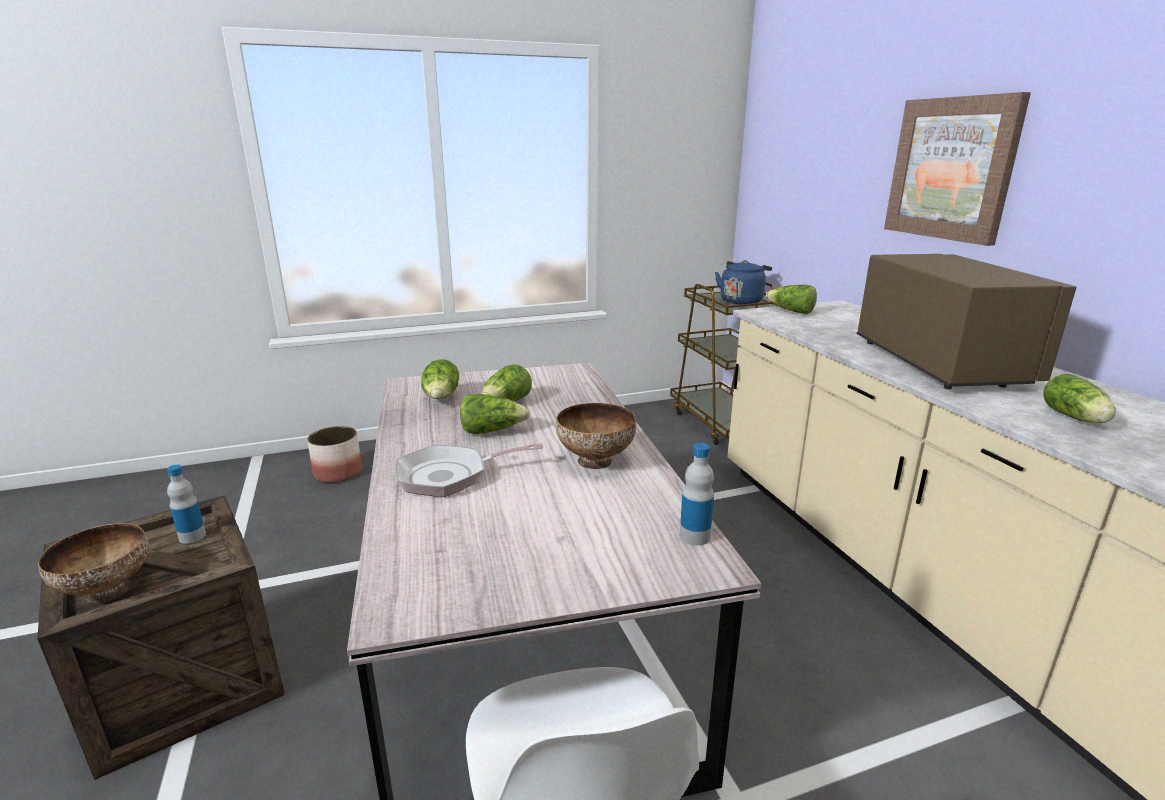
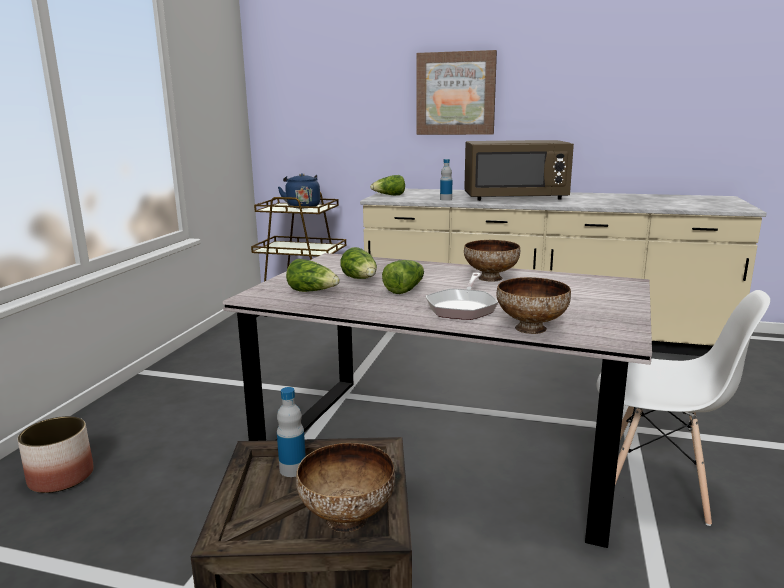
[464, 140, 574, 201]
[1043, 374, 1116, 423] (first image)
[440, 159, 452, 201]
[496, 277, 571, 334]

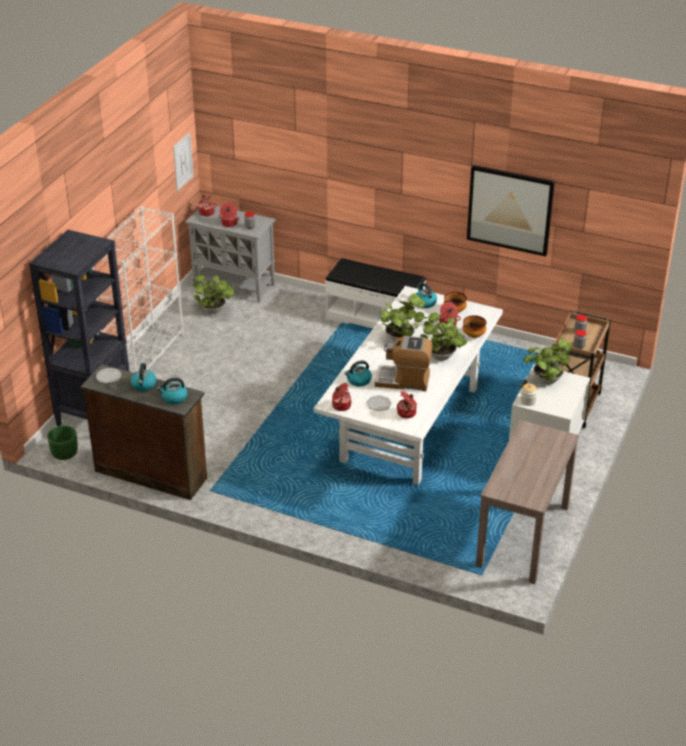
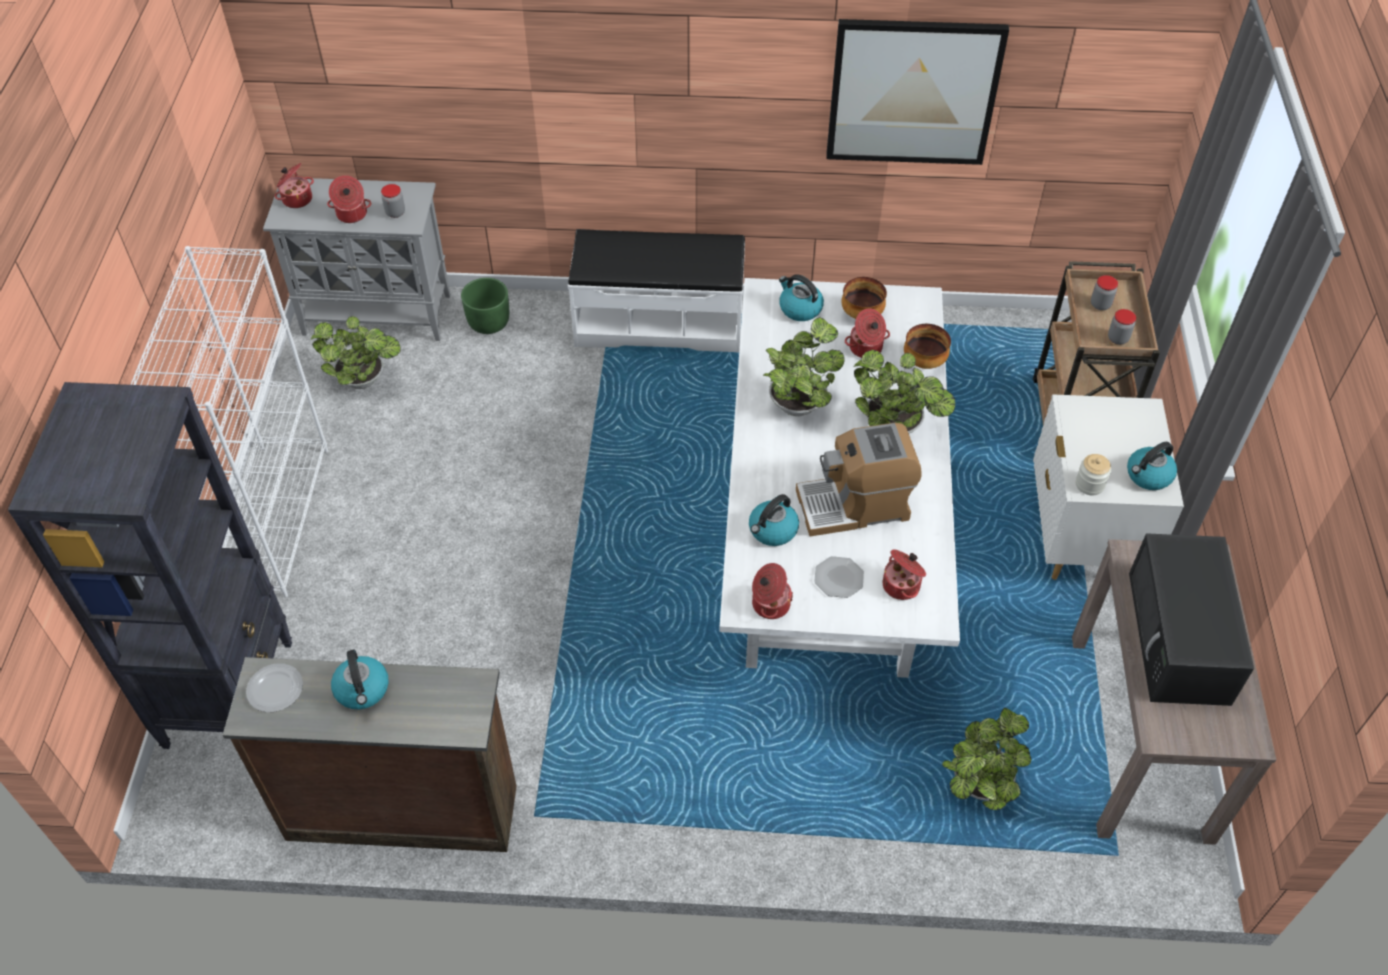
[173, 132, 193, 191] (first image)
[942, 708, 1031, 810]
[1127, 442, 1177, 490]
[461, 278, 509, 334]
[1129, 533, 1254, 706]

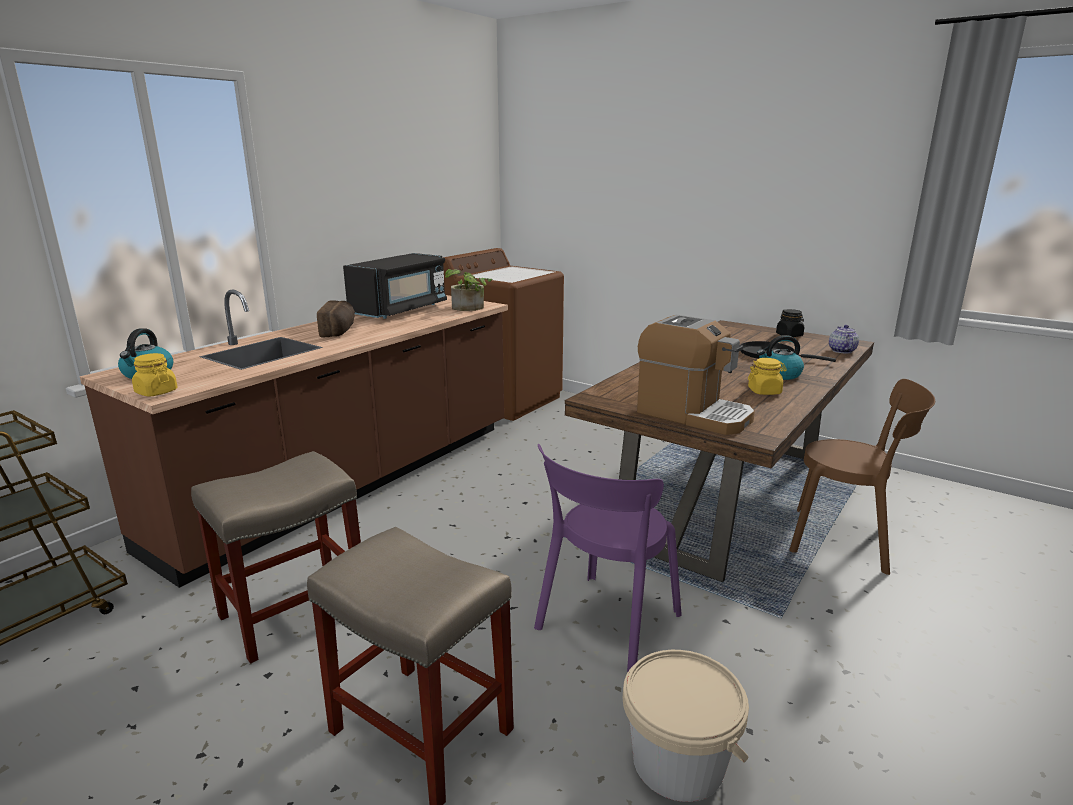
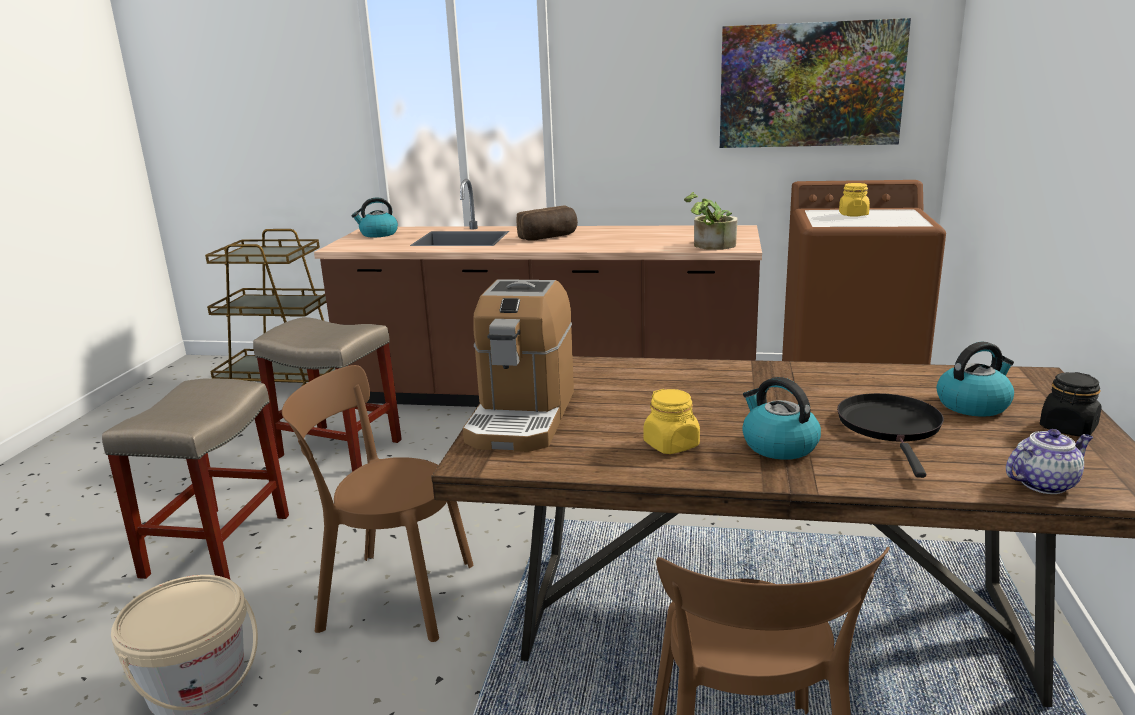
[343, 253, 447, 319] (first image)
[839, 183, 870, 217]
[282, 365, 473, 642]
[720, 18, 911, 148]
[936, 342, 1014, 417]

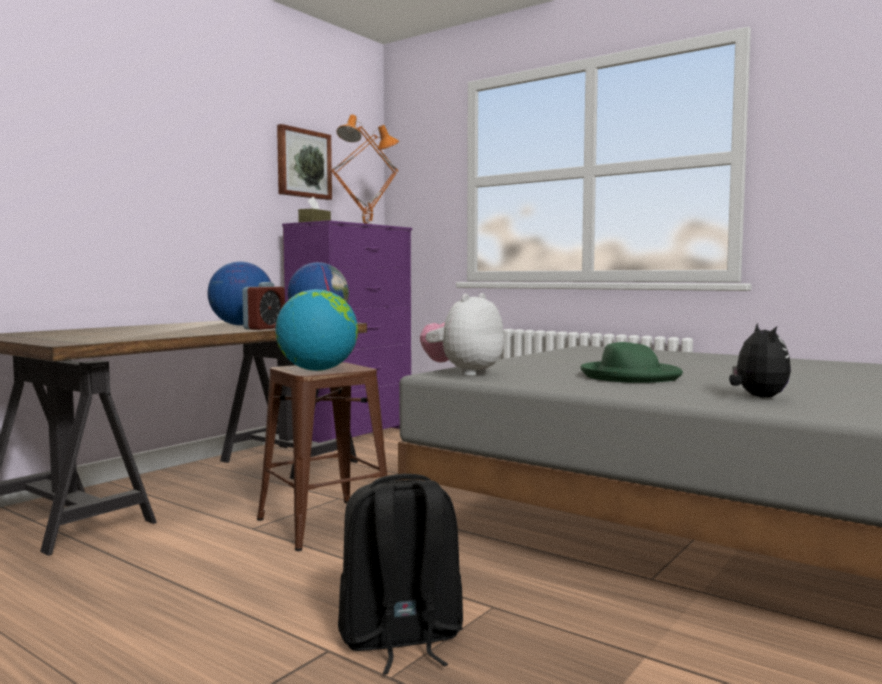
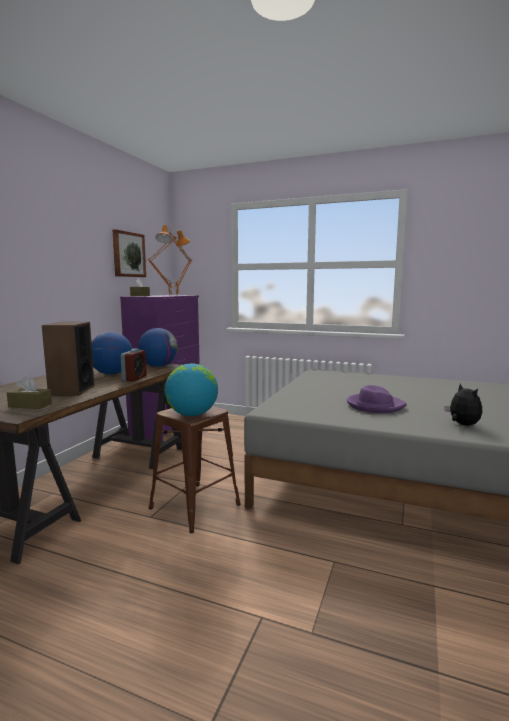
[420, 293, 504, 376] (first image)
[347, 385, 407, 413]
[338, 474, 463, 674] (first image)
[42, 322, 94, 395]
[7, 376, 52, 409]

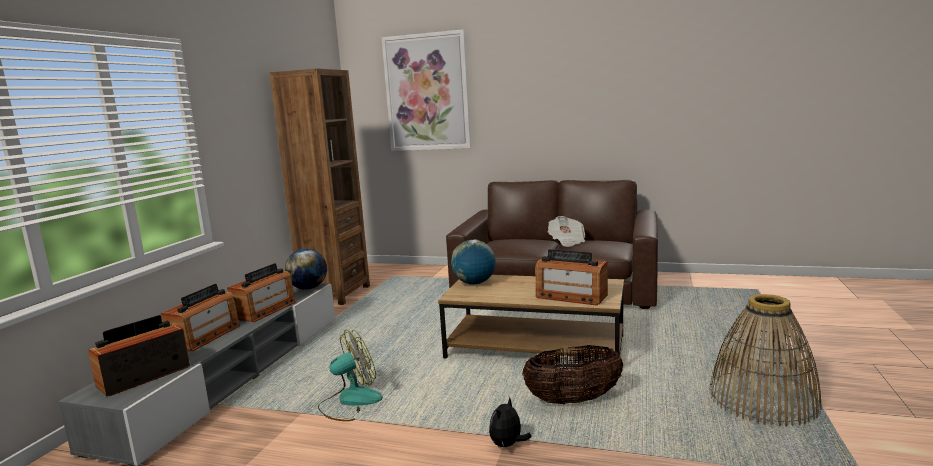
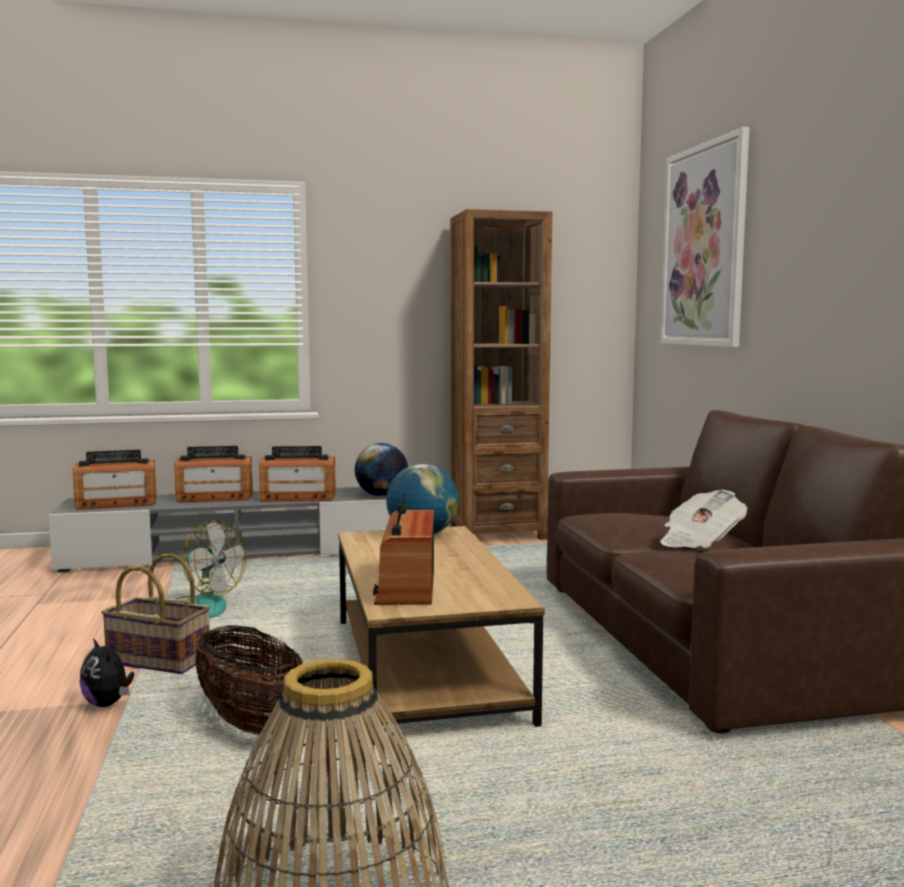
[73, 450, 157, 510]
[80, 638, 134, 707]
[101, 553, 210, 674]

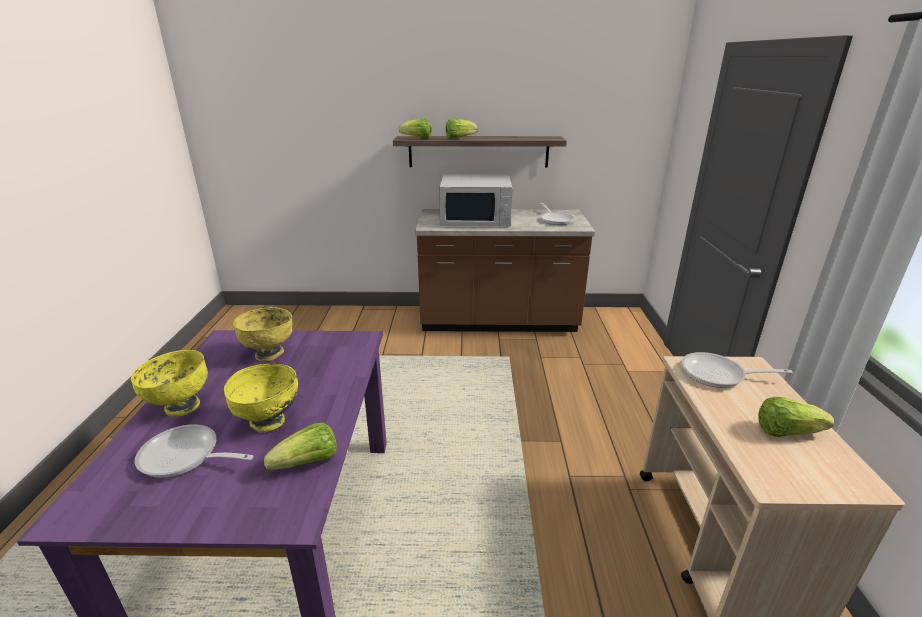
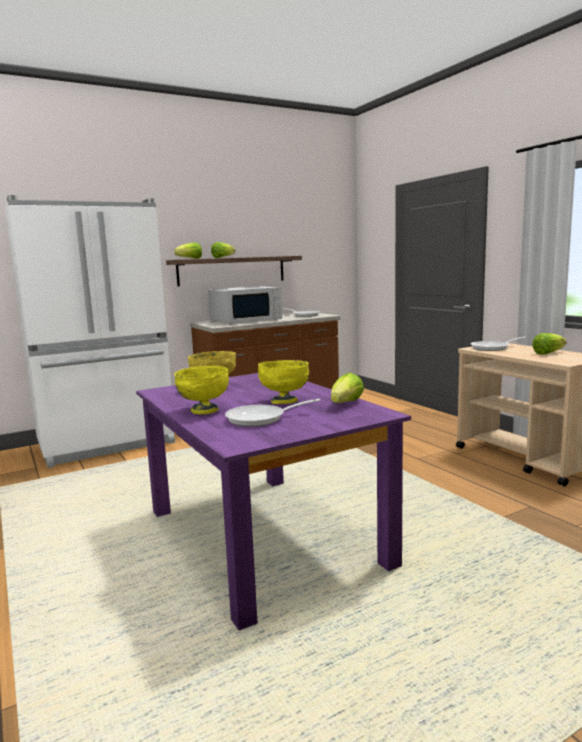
[5, 195, 175, 468]

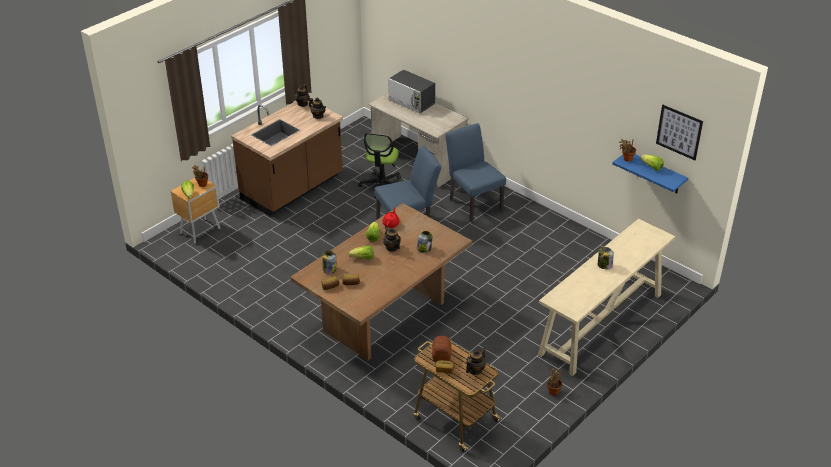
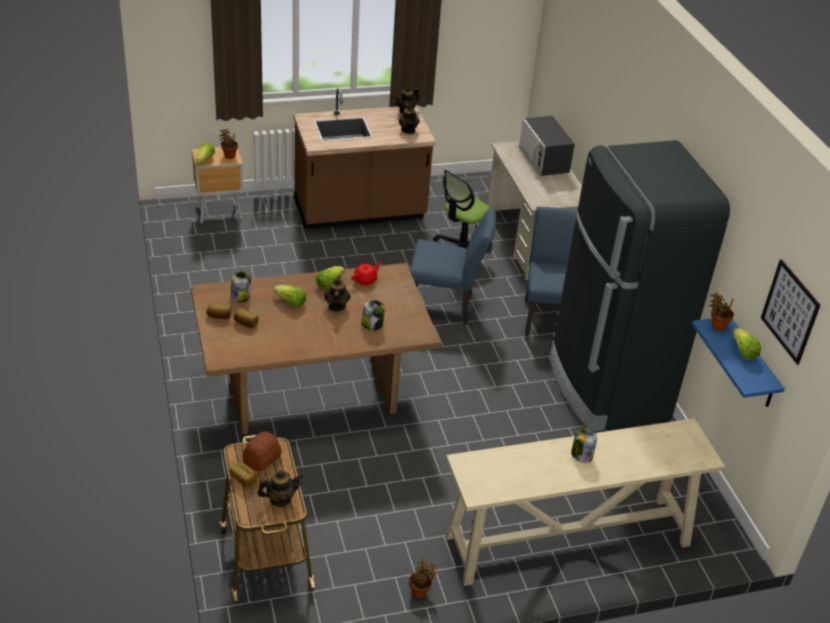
[550, 140, 730, 432]

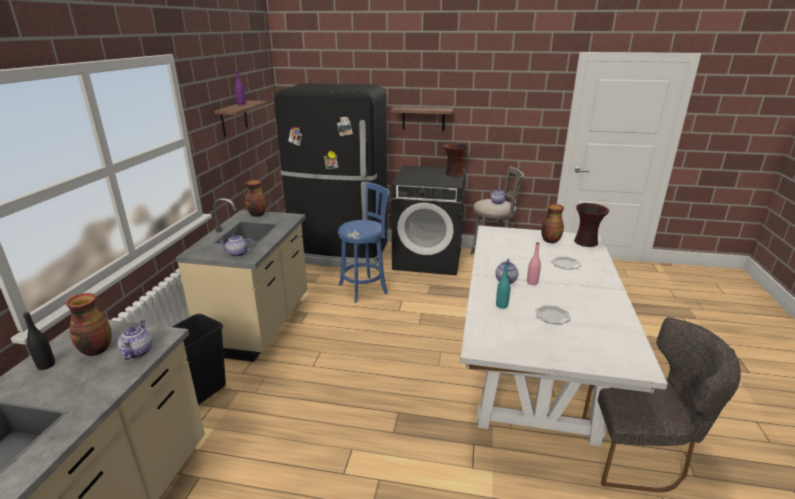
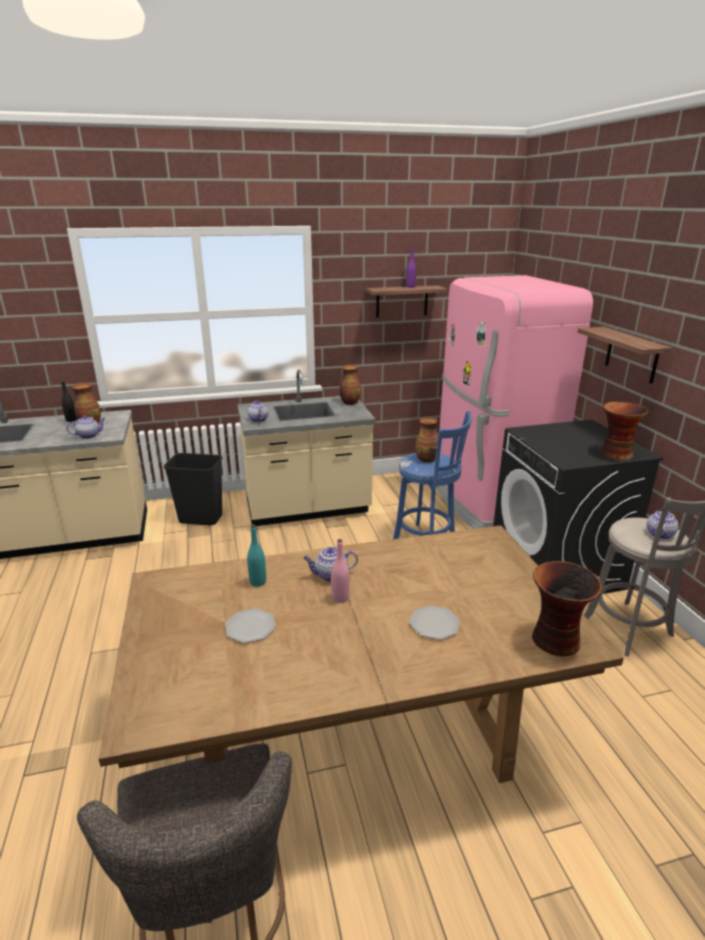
[436, 275, 593, 529]
[416, 417, 438, 463]
[99, 525, 624, 783]

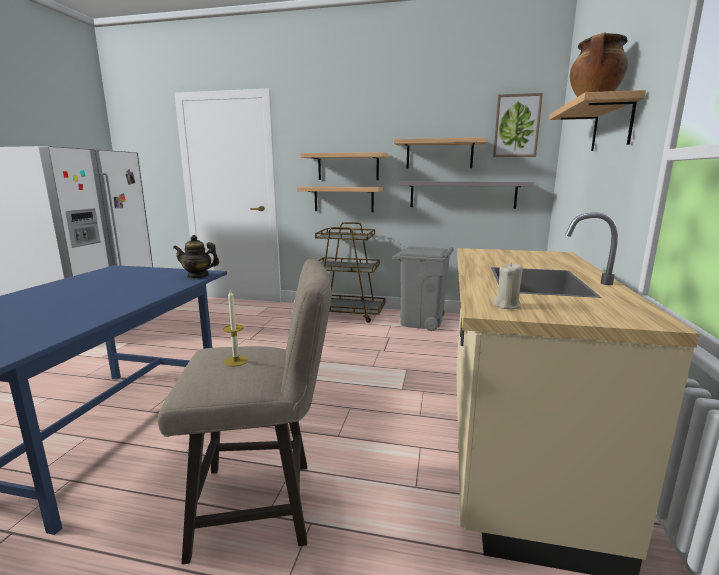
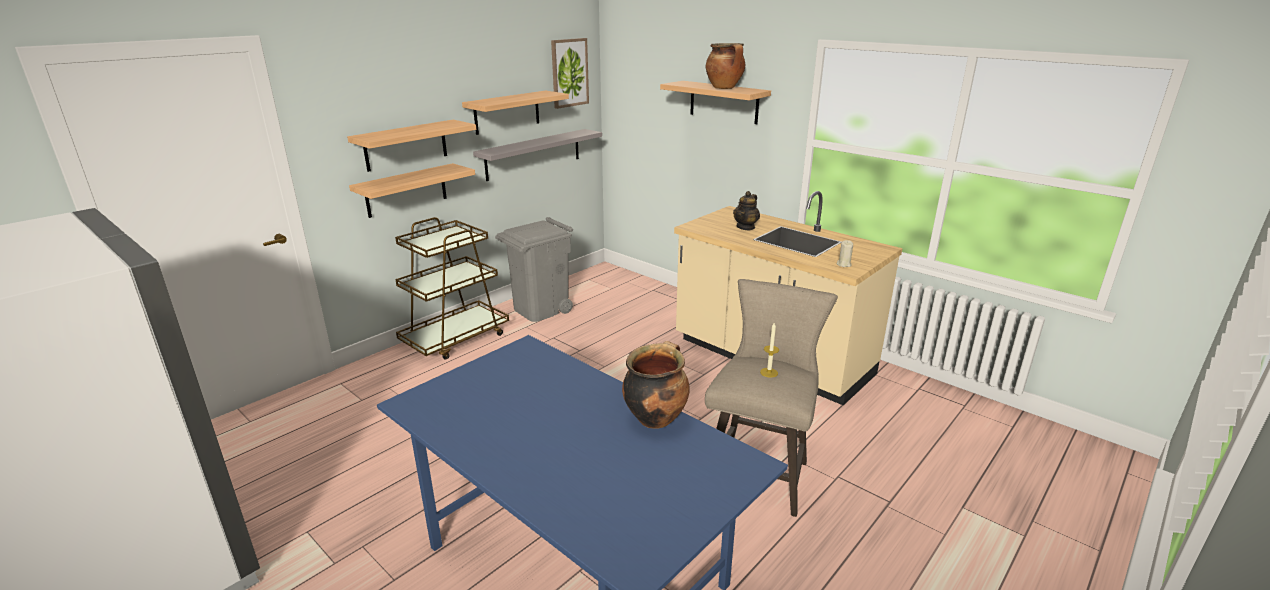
[733, 191, 760, 230]
[622, 341, 690, 429]

